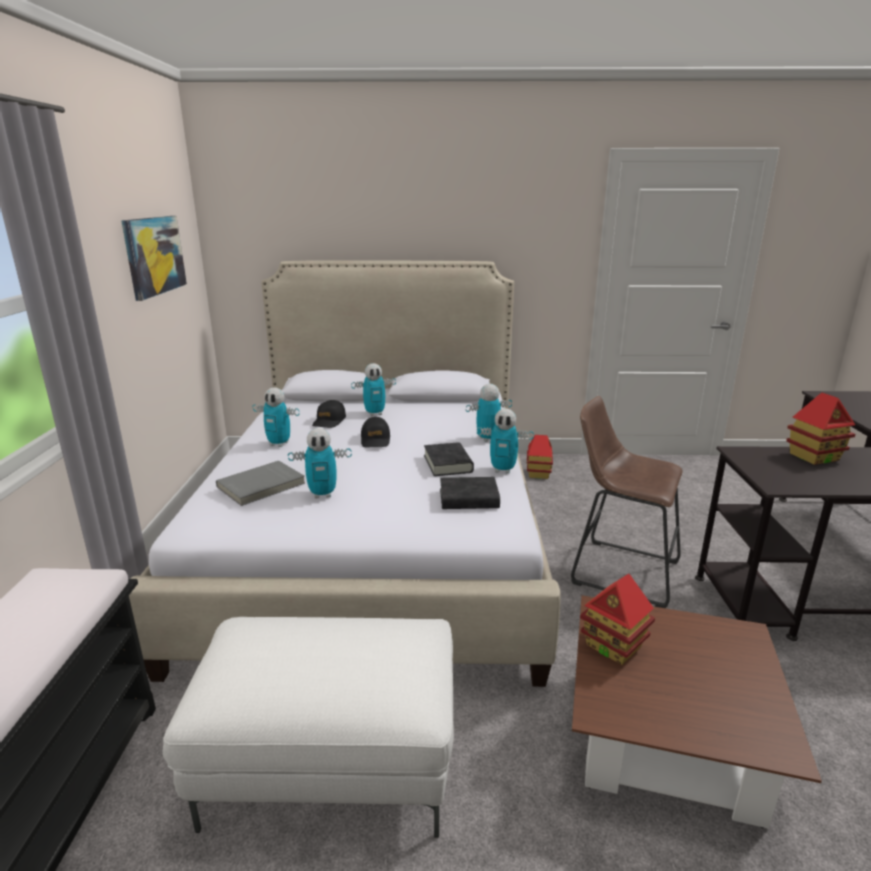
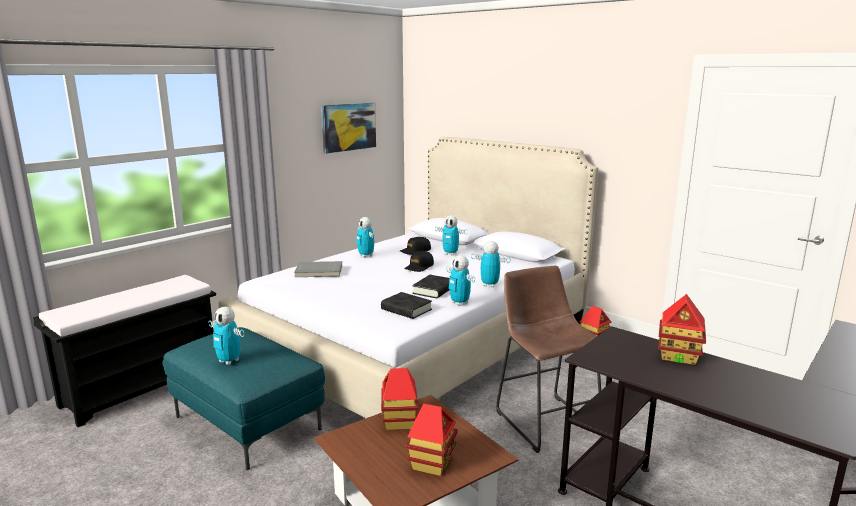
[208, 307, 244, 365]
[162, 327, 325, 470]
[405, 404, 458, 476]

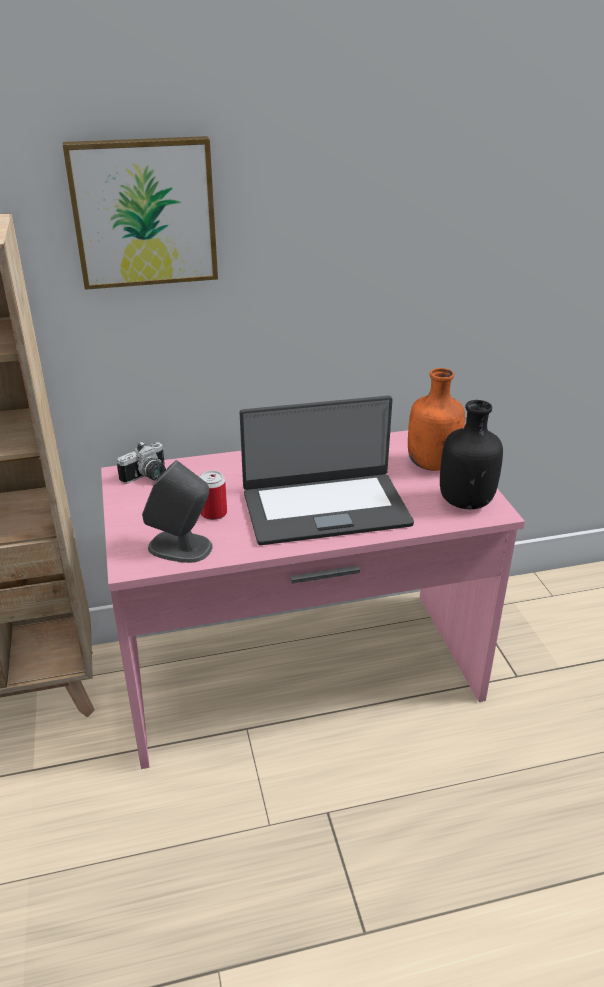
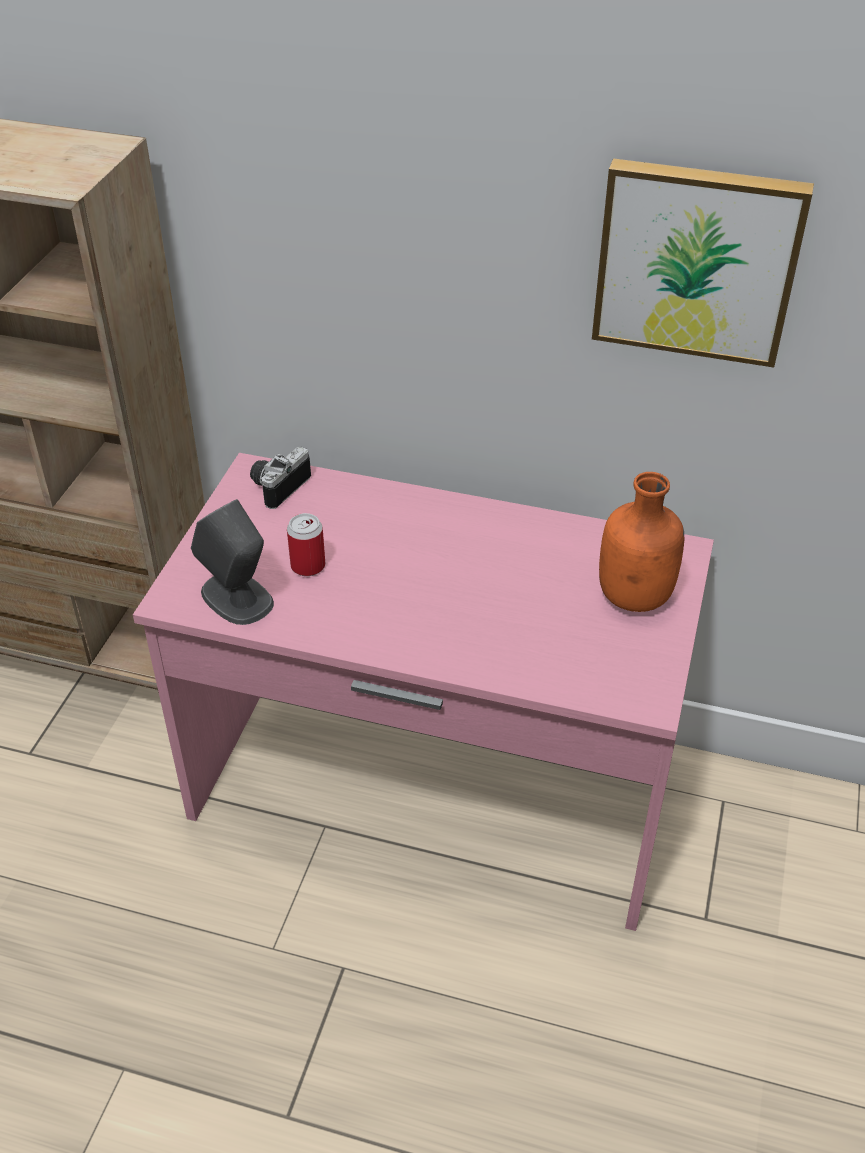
[592, 158, 814, 368]
[239, 395, 414, 545] (first image)
[440, 400, 503, 509] (first image)
[250, 447, 311, 509]

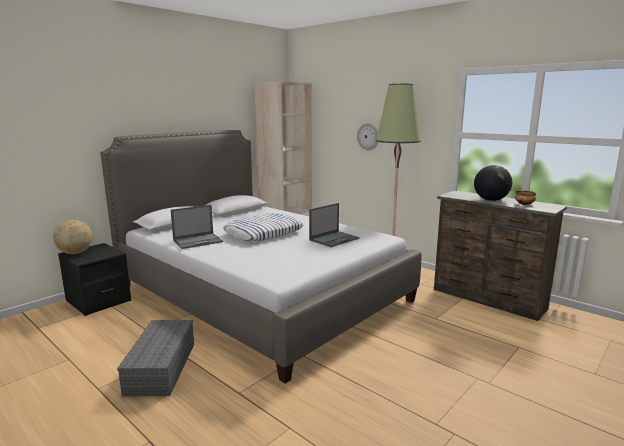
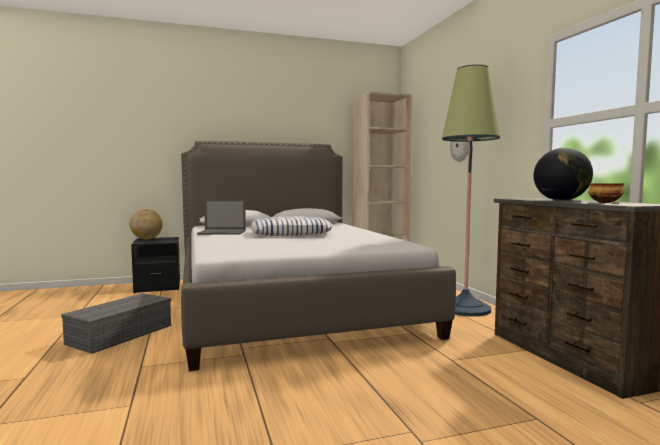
[309, 203, 360, 247] (first image)

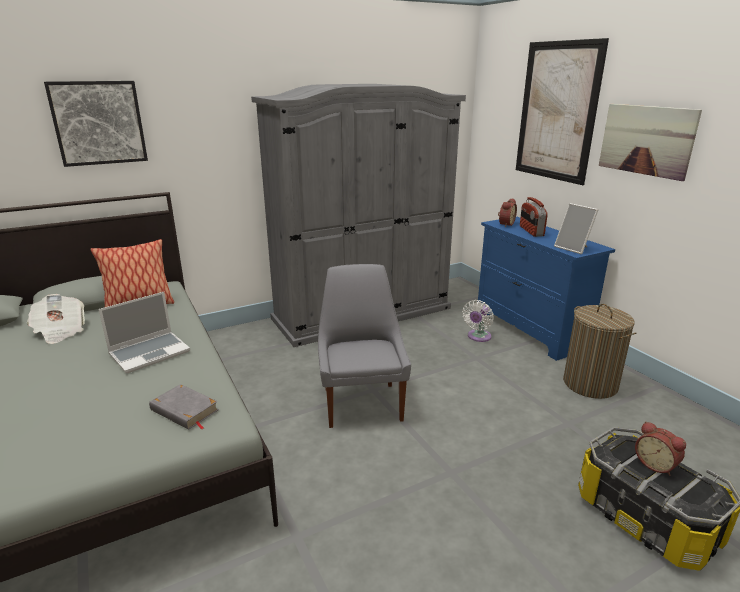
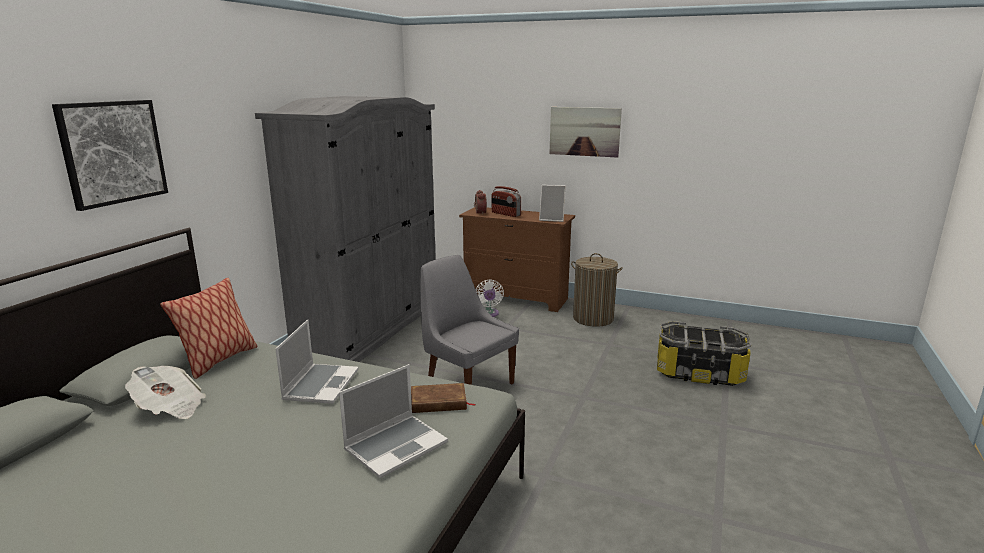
[516, 38, 609, 185] (first image)
[459, 207, 575, 312]
[411, 383, 475, 413]
[635, 421, 686, 476] (first image)
[339, 364, 448, 478]

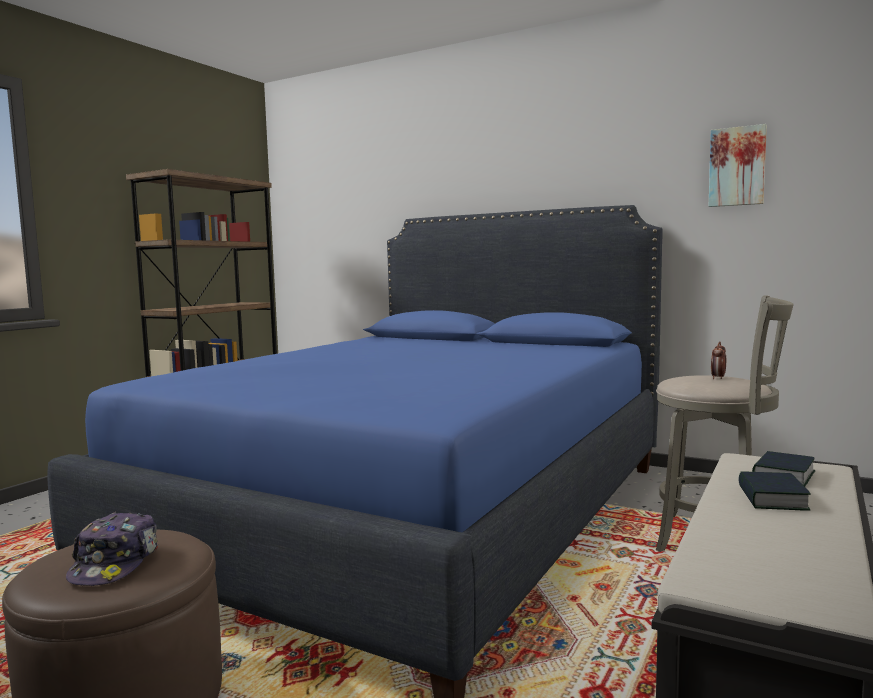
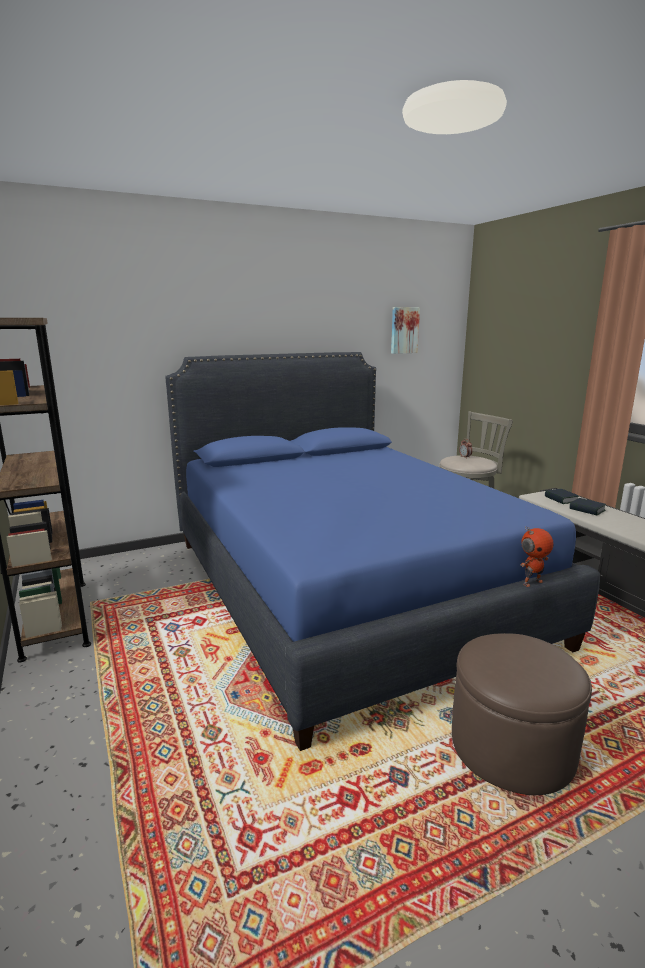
[66, 512, 158, 586] (first image)
[520, 527, 554, 587]

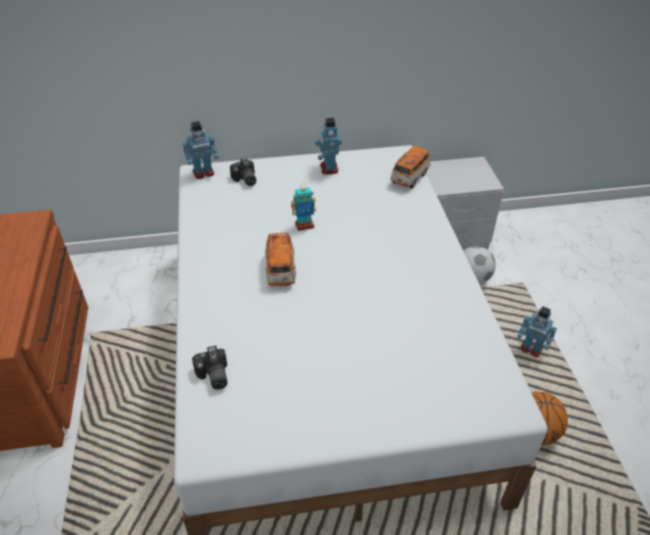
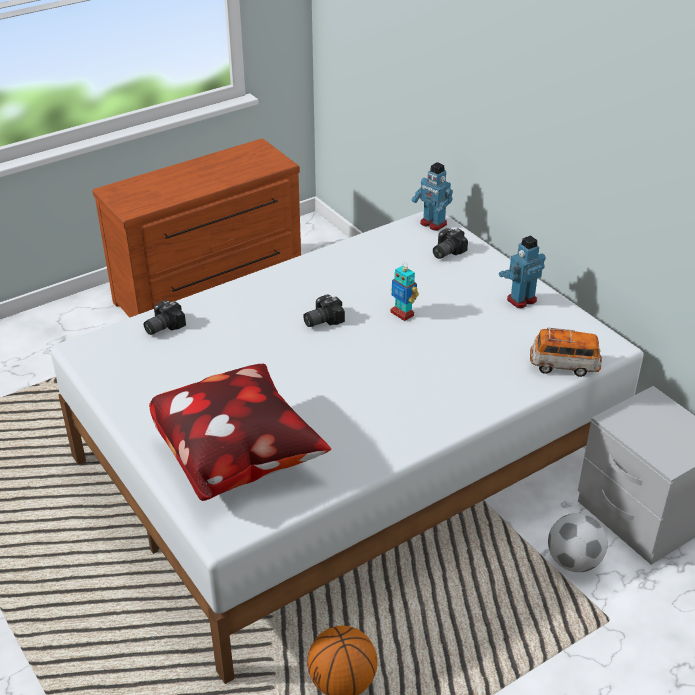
[303, 294, 345, 327]
[517, 306, 557, 357] (first image)
[149, 364, 331, 501]

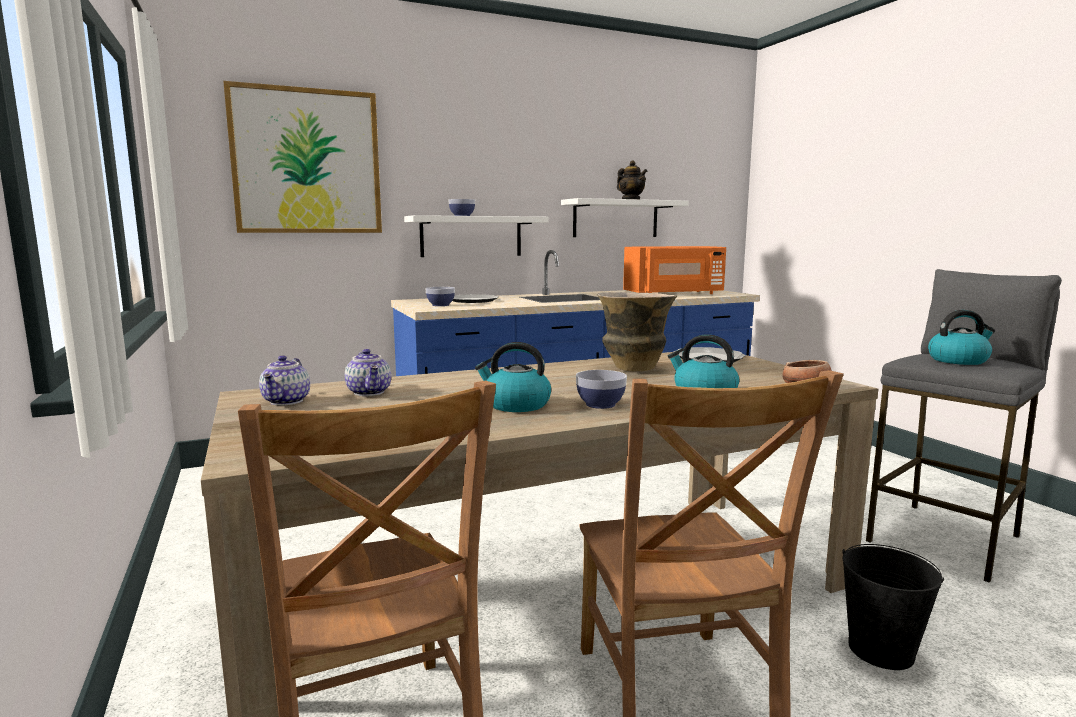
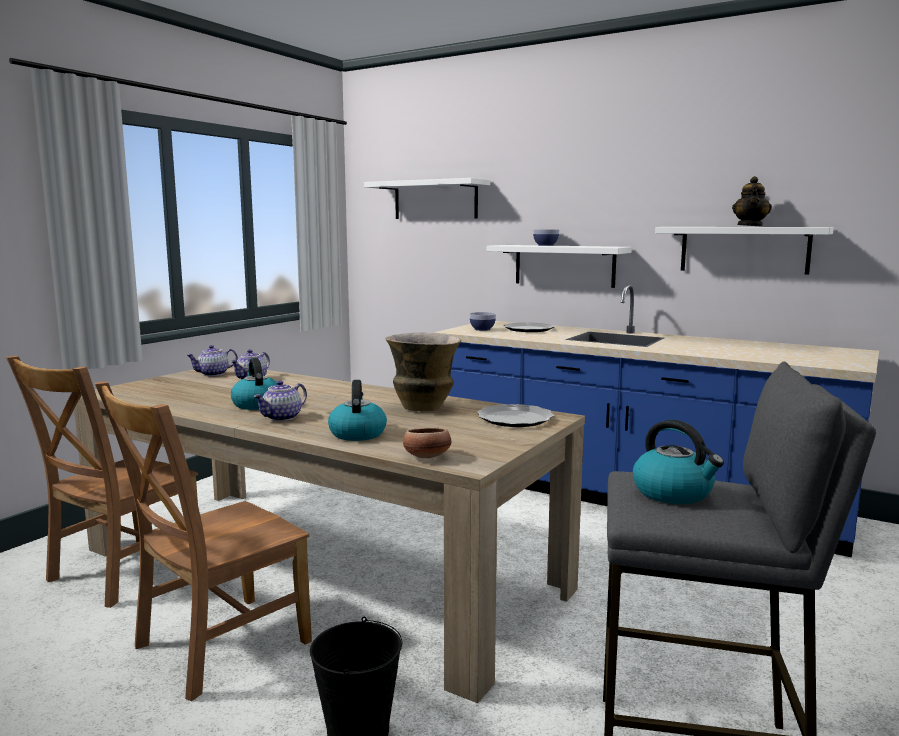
[364, 178, 490, 219]
[623, 246, 726, 294] (first image)
[253, 381, 307, 421]

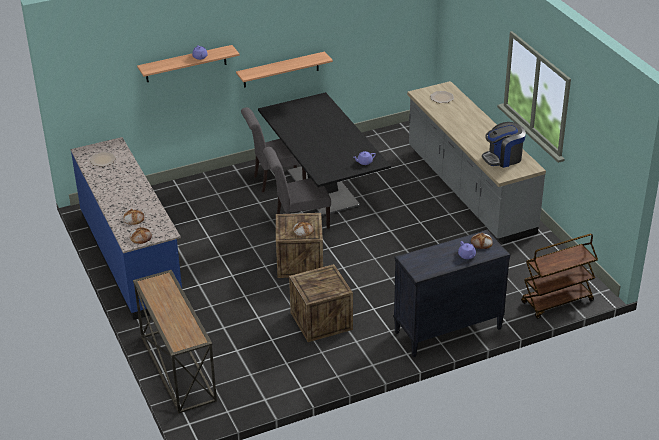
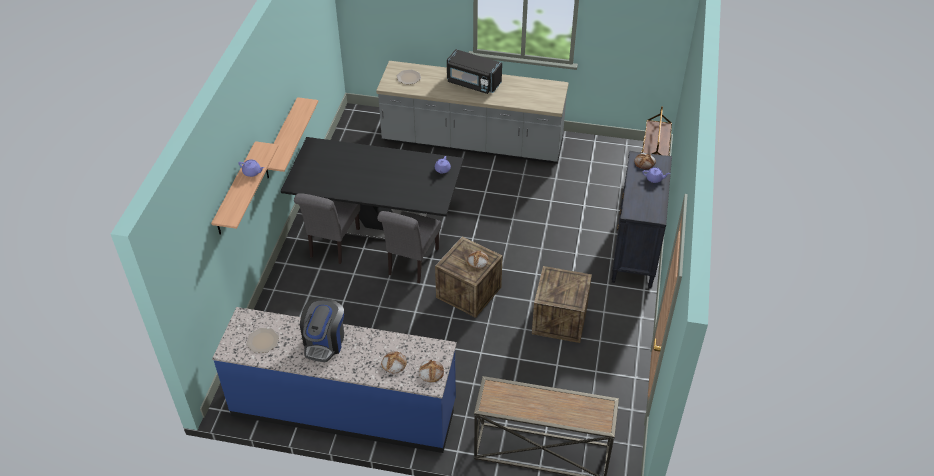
[300, 298, 344, 362]
[447, 49, 502, 94]

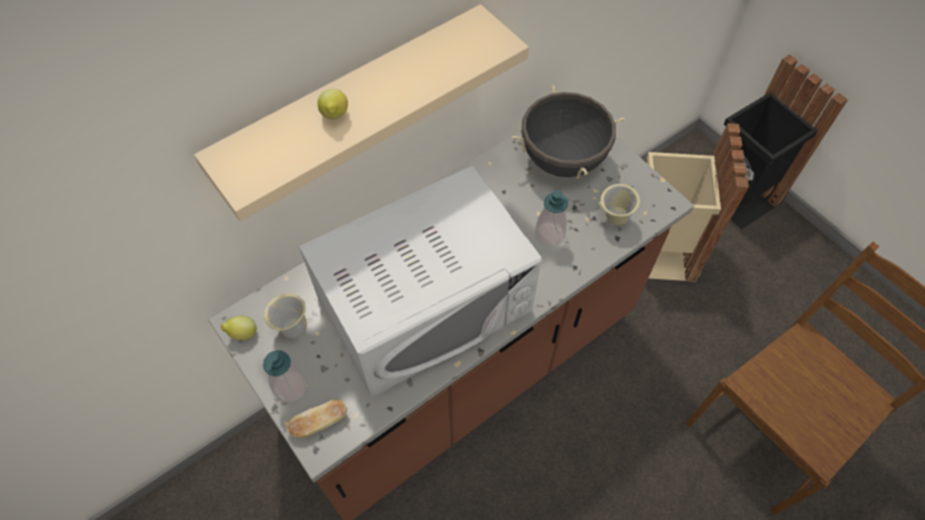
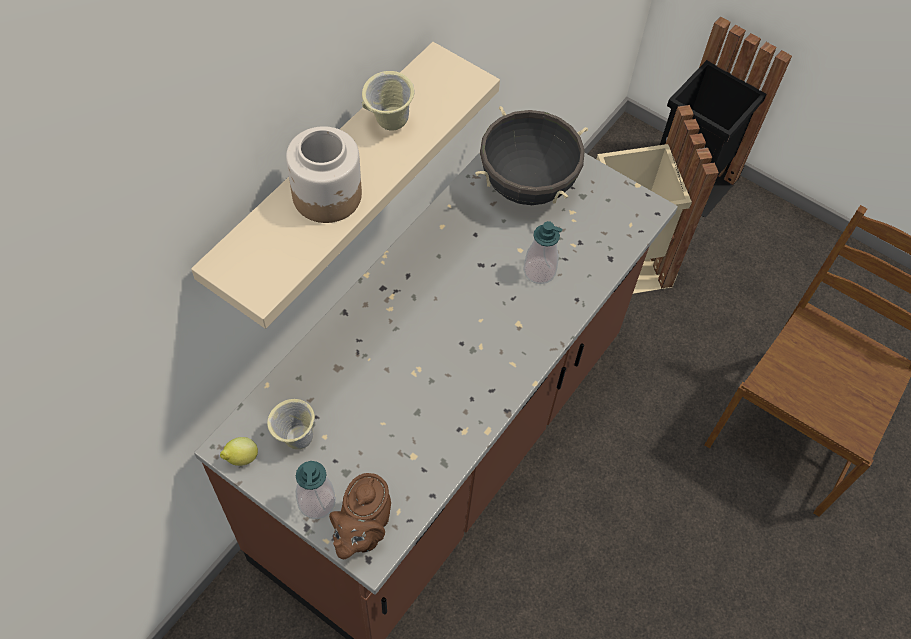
[286, 126, 362, 223]
[299, 165, 542, 396] (first image)
[362, 71, 415, 131]
[329, 473, 391, 559]

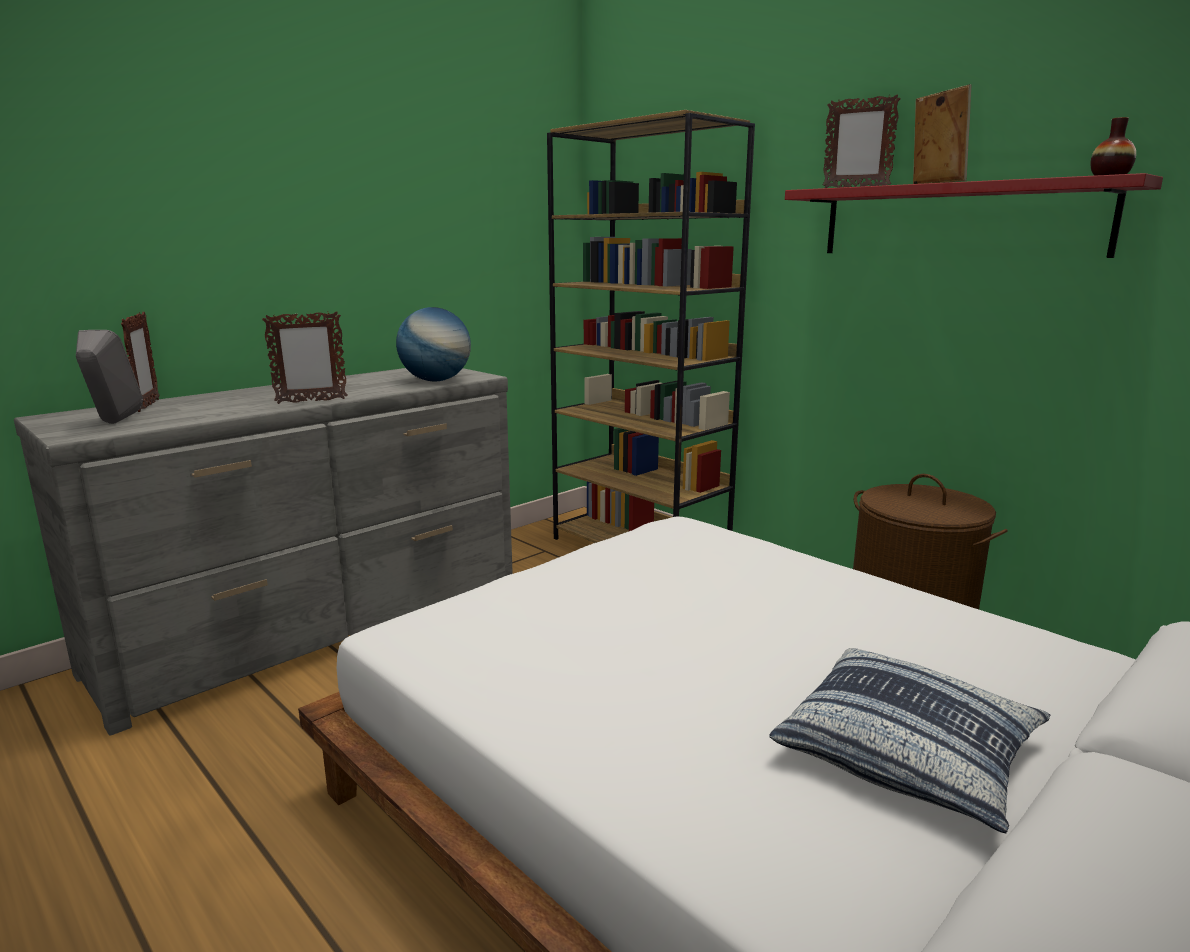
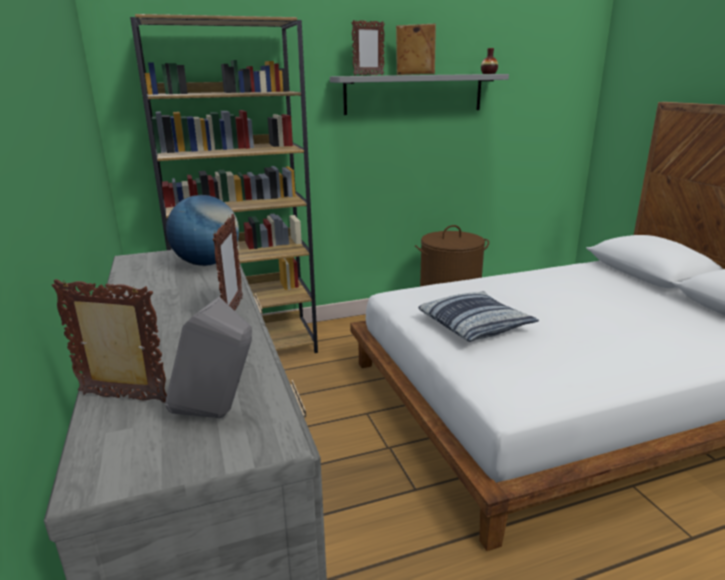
[330, 74, 509, 115]
[418, 291, 539, 342]

